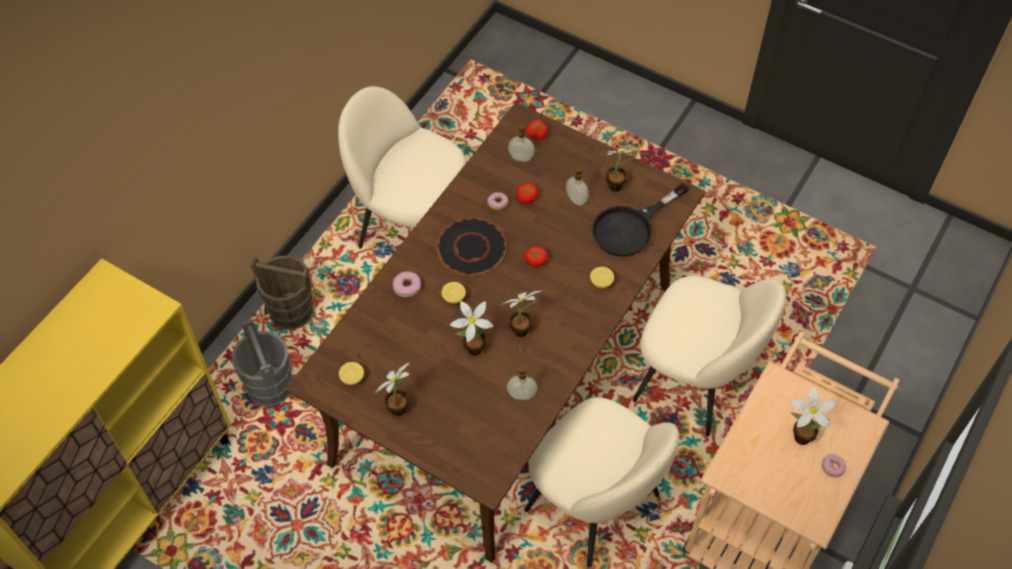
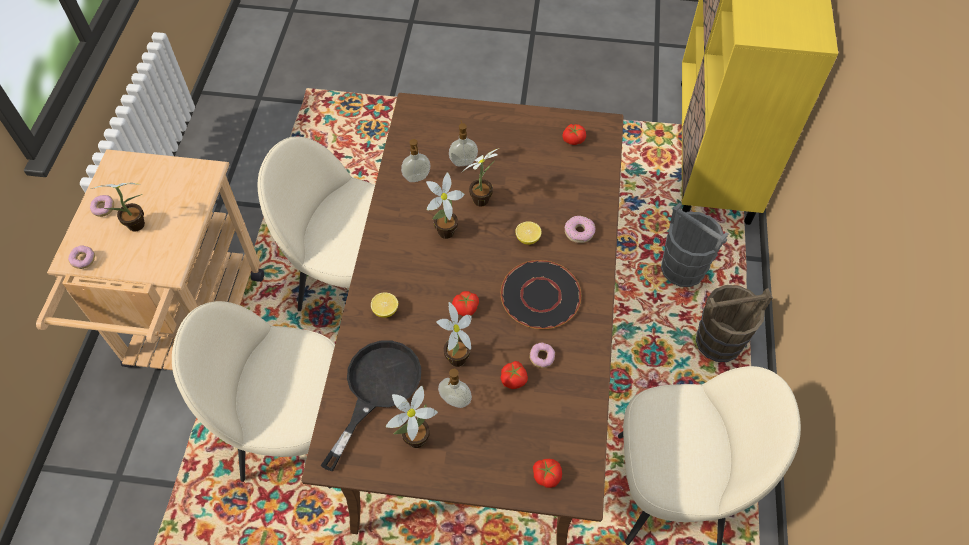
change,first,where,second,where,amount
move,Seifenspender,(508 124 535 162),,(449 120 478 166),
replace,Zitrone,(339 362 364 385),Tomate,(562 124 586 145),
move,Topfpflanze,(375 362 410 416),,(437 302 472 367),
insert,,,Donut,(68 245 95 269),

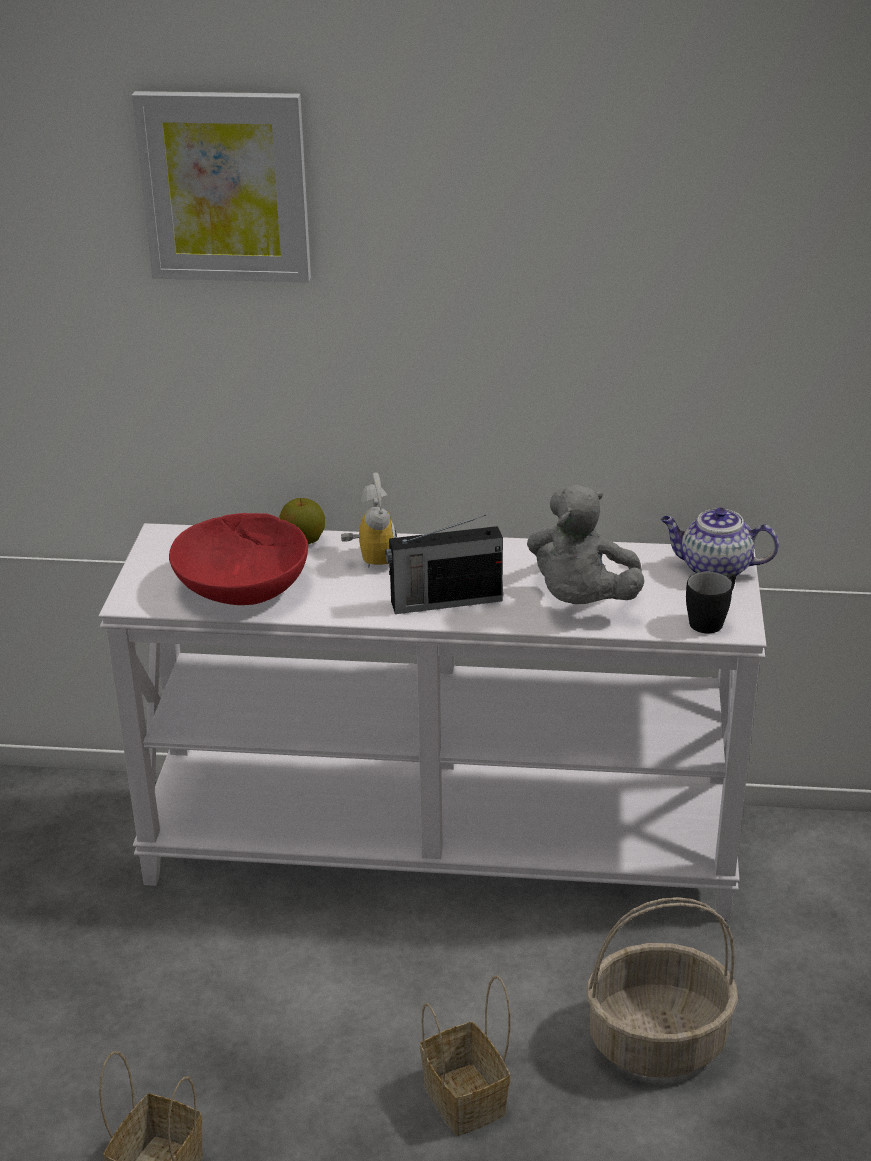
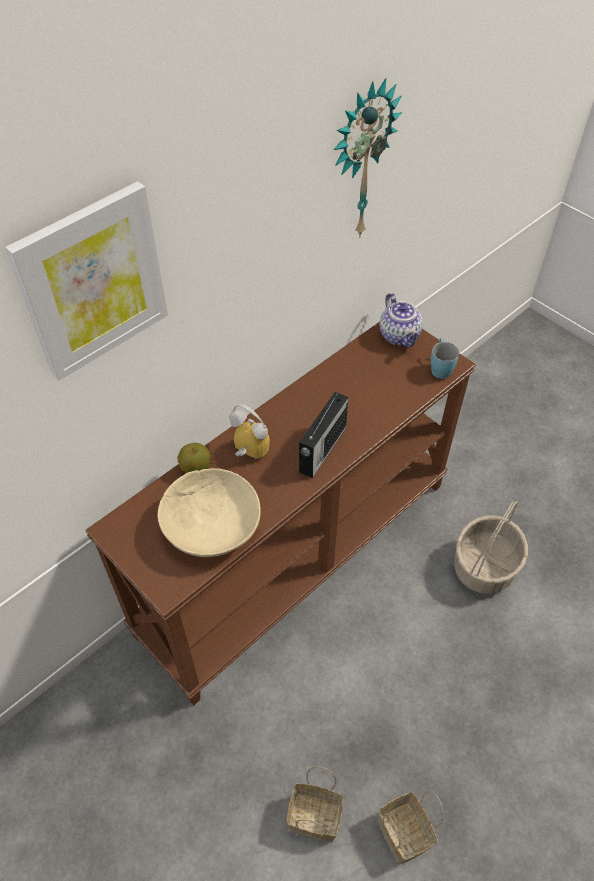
change,first,where,second,where,amount
delete,Plüschtier (grau),(527 484 644 604),,,
rotate,Teekanne,(661 508 779 580),,(379 293 423 347),75 degrees counterclockwise
recolor,Schüssel (rot),(169 513 308 605),Schüssel (beige),(158 468 261 557),
recolor,Konsolentisch (weiß),(99 523 767 920),Konsolentisch (braun),(85 322 476 705),
recolor,Henkelbecher (schwarz),(686 571 736 633),Henkelbecher (blau),(431 338 459 379),
move,Korb,(420 976 510 1136),,(287 766 344 842),
insert,,,Wanduhr,(333 78 402 238),

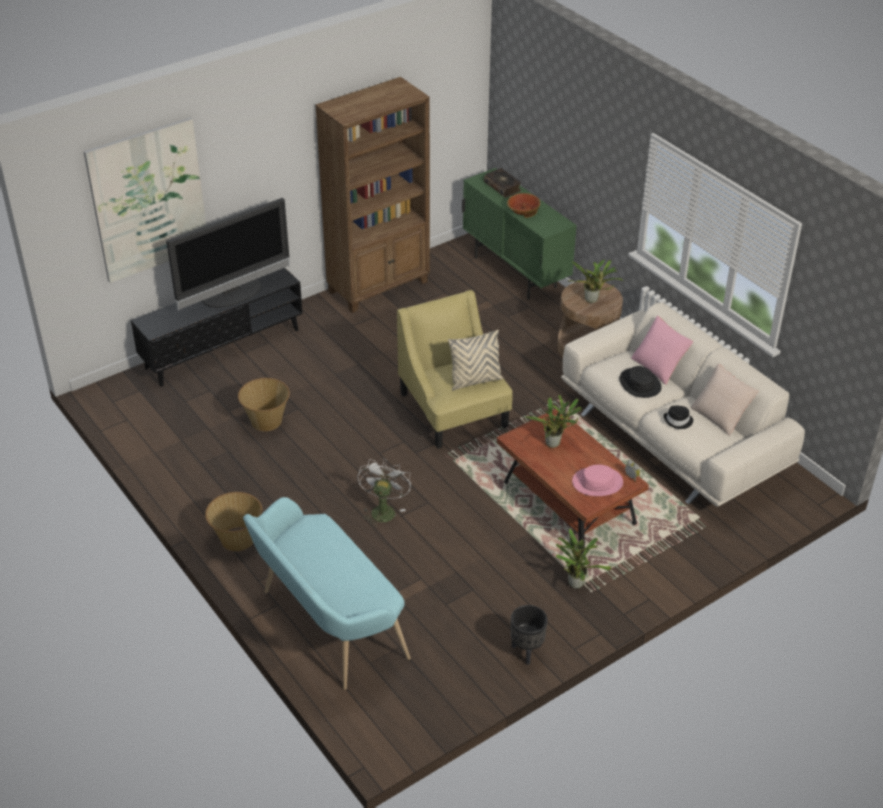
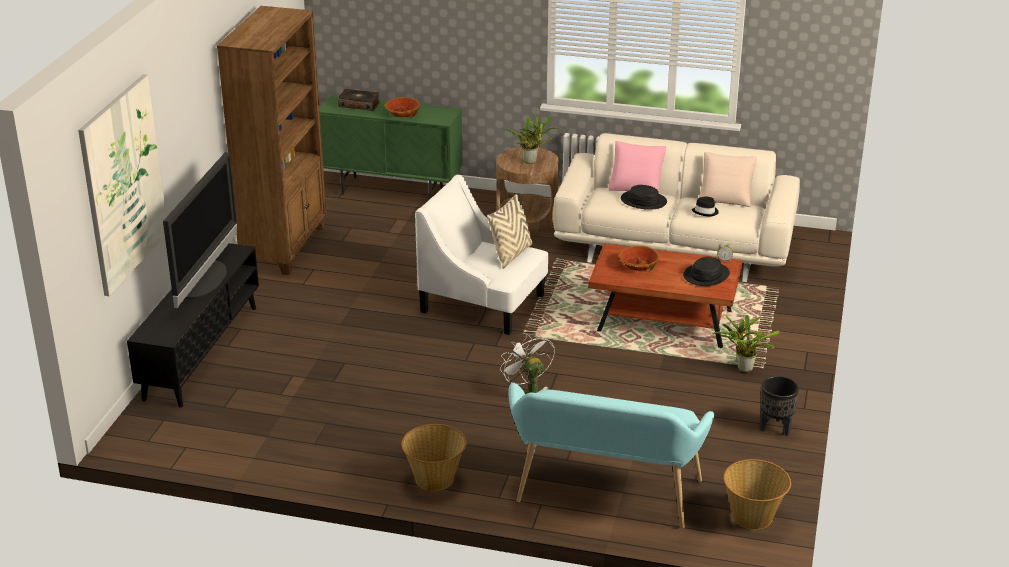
change,first,where,second,where,amount
recolor,Sessel (gelb),(397 290 513 449),Sessel (weiß),(415 175 548 335),
move,Korb,(238 378 290 431),,(723 459 791 530),
replace,Topfpflanze,(525 395 583 448),Schüssel,(619 245 659 272),
recolor,Hut (rosa),(572 465 623 496),Hut (schwarz),(683 257 730 286),

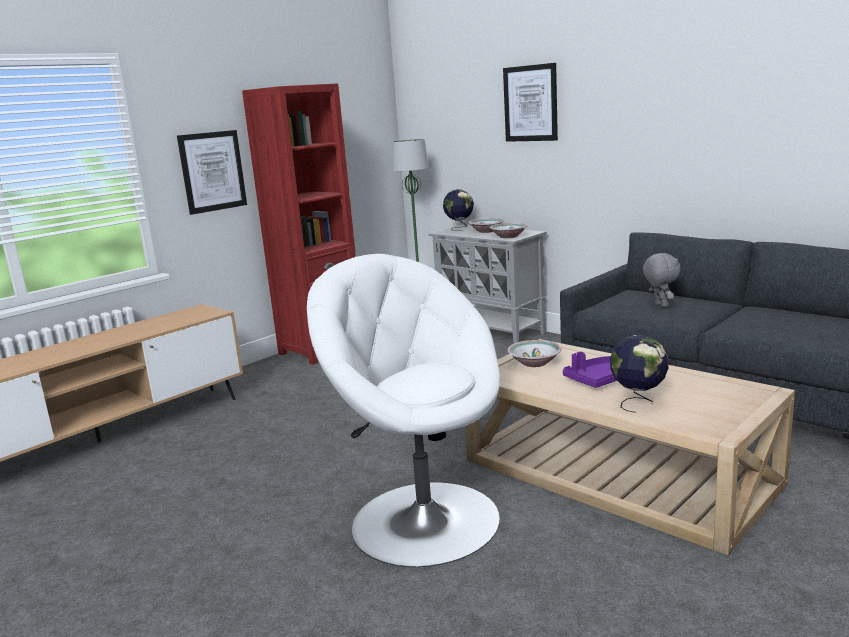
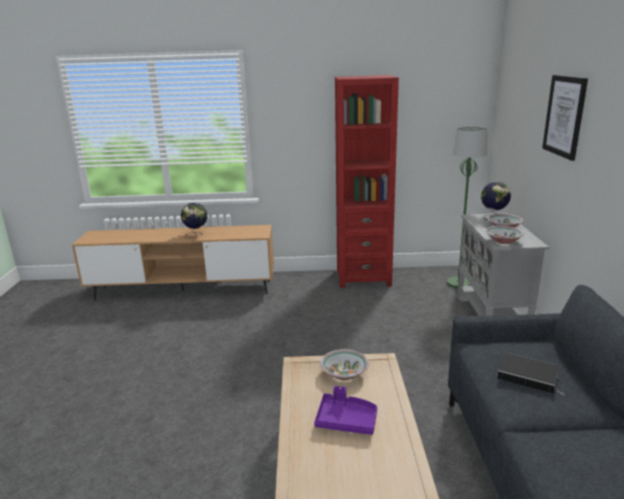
change,first,where,second,where,amount
delete,Bild,(177 130 247 215),,,
replace,Plüschtier (grau),(643 253 680 307),Buch,(497 353 566 396),
delete,Sessel (weiß),(307 254 500 567),,,
move,Globus,(610 335 669 413),,(181 203 207 236),

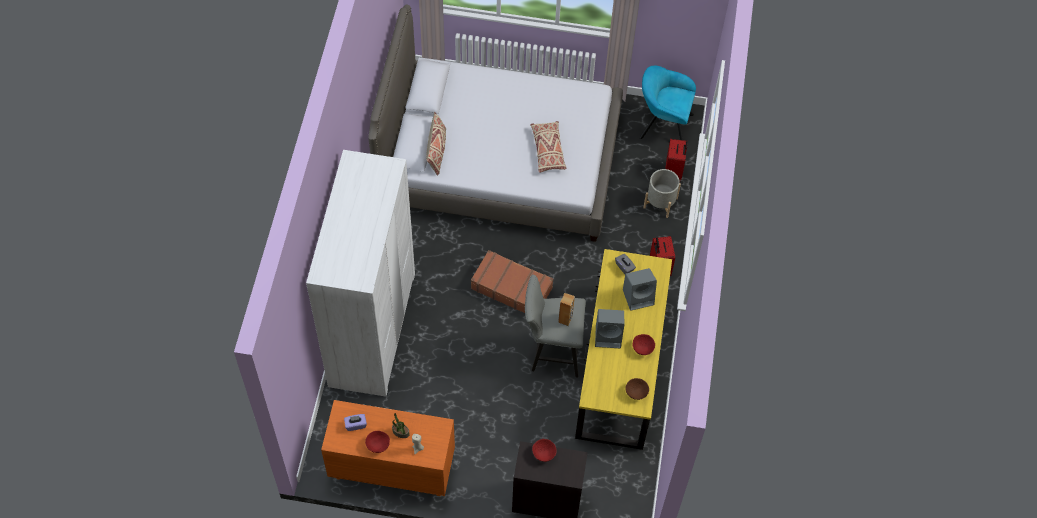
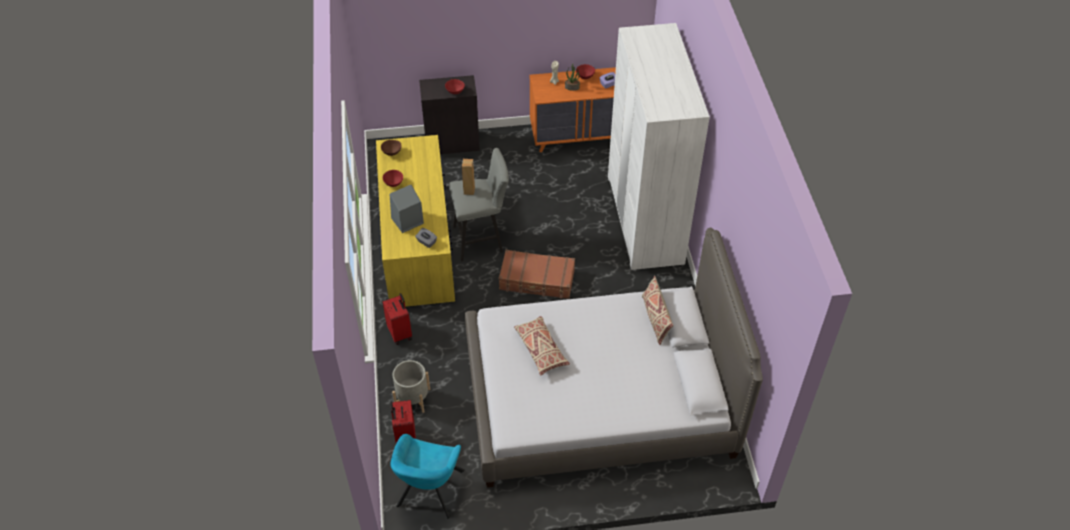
change,first,where,second,where,amount
rotate,Sessel (türkis),(639 66 696 140),,(390 434 465 519),105 degrees clockwise
delete,Lautsprecher (grau),(595 309 624 348),,,

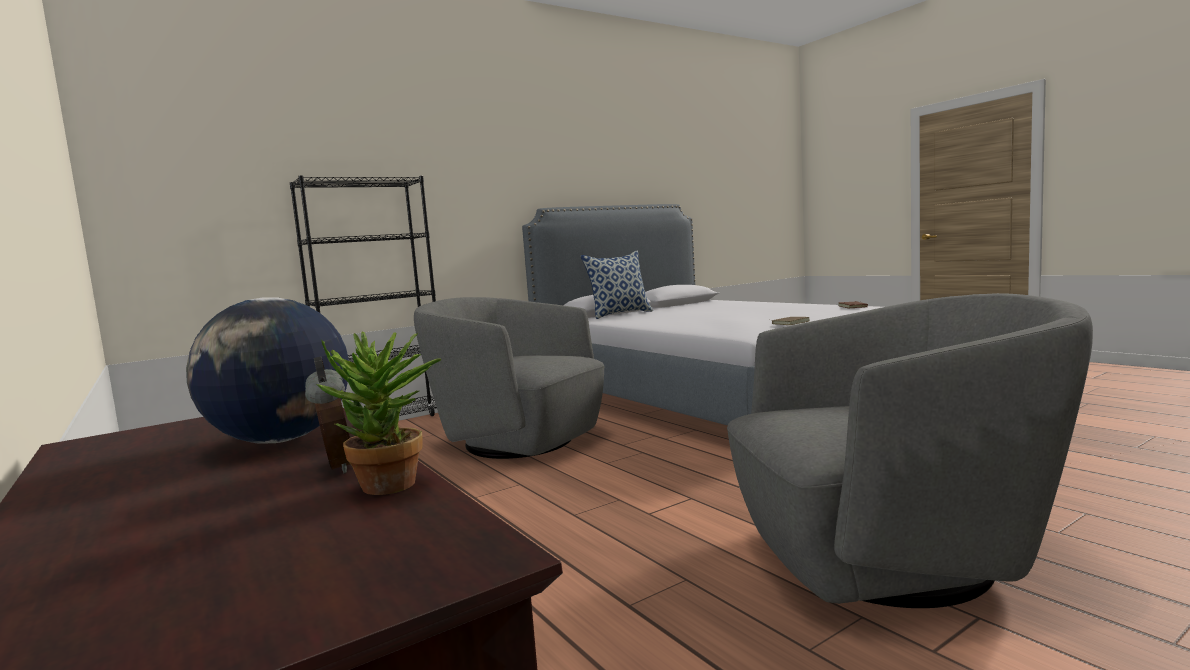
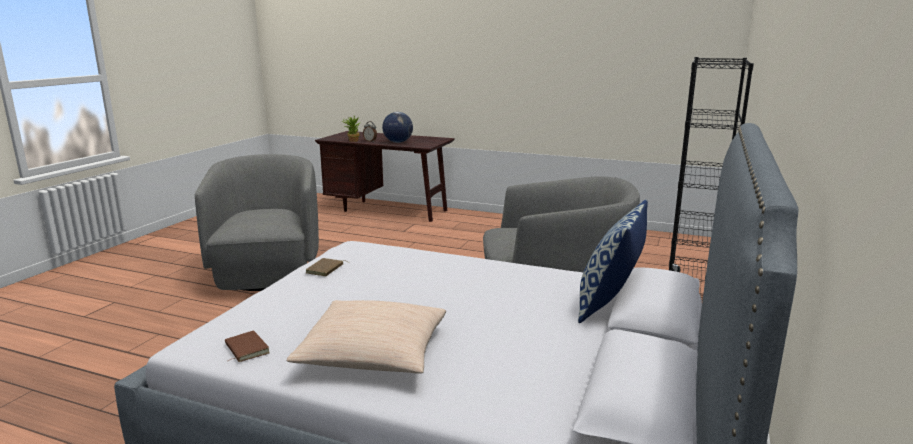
change,first,where,second,where,amount
rotate,Sessel (grau),(727 293 1093 608),,(195 154 319 291),120 degrees clockwise
insert,,,Kissen (beige),(286 300 446 374),

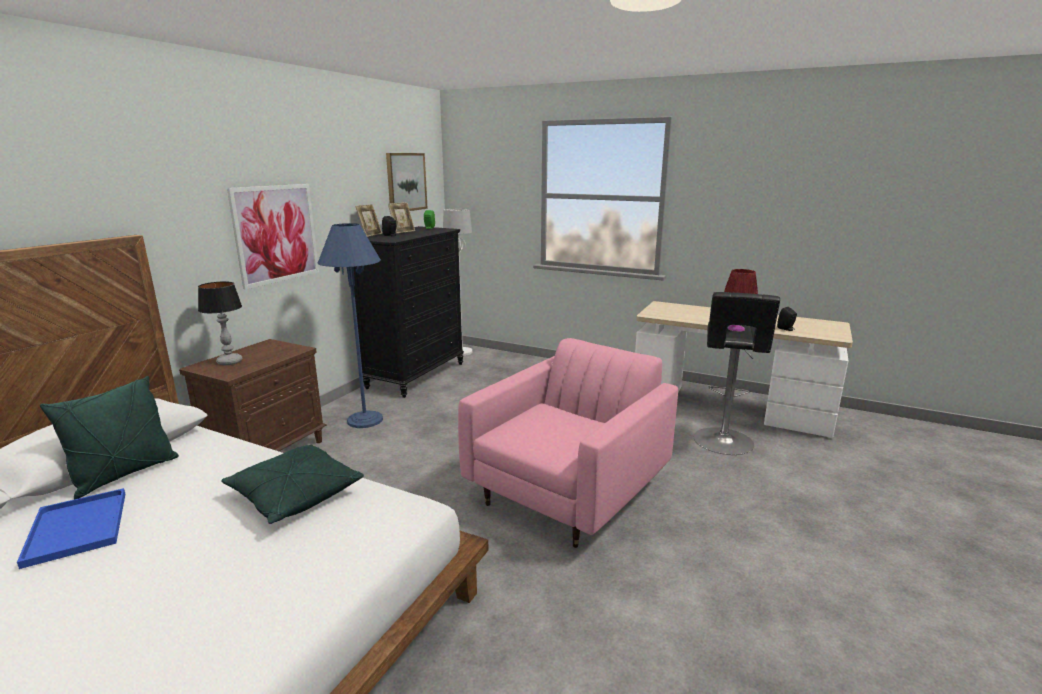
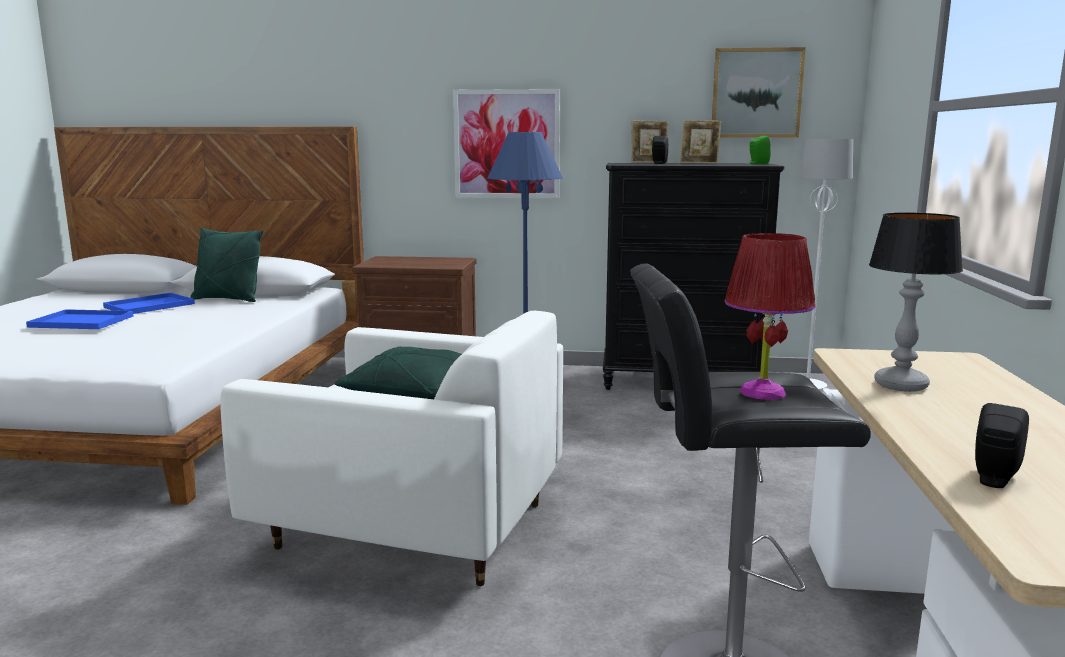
change,first,where,second,where,amount
move,Tischlampe,(198 281 242 365),,(869 213 963 392),
recolor,Sessel (rosa),(458 338 678 548),Sessel (weiß),(220 311 563 586),
move,Kissen (grün),(221 444 364 524),,(334 346 462 399),
insert,,,Tablett (blau),(26 309 134 329),

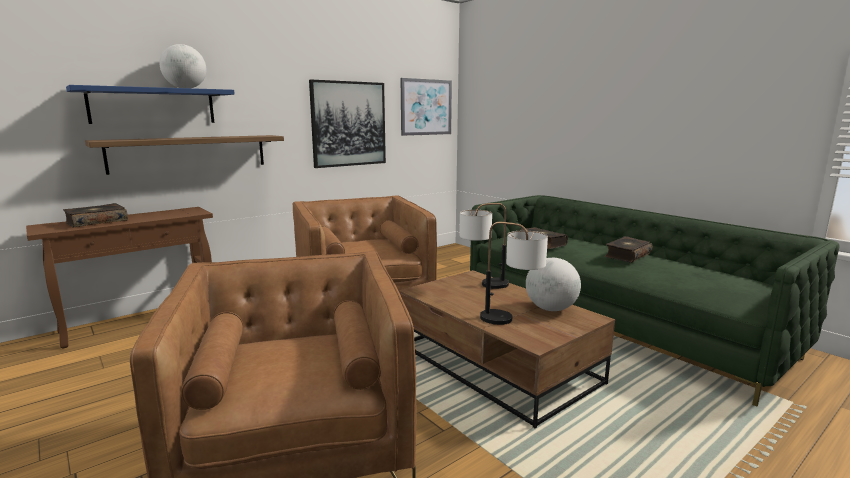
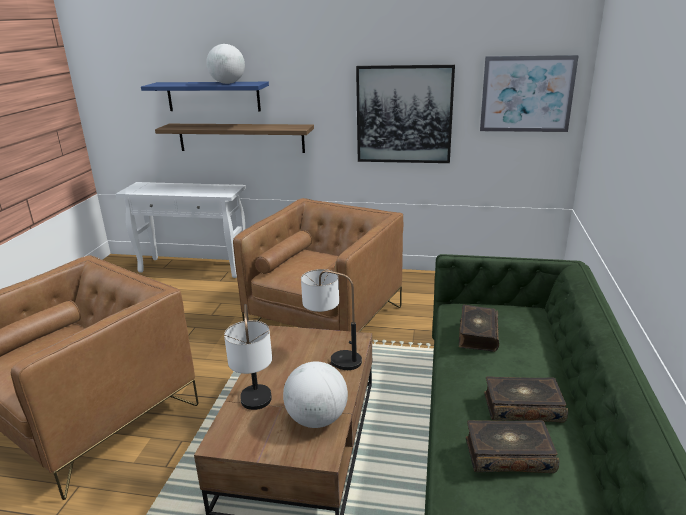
change,first,where,second,where,amount
move,Buch,(63 203 128 227),,(466 420 559 473),
recolor,Konsolentisch (braun),(26 207 213 348),Konsolentisch (weiß),(116 182 246 278),

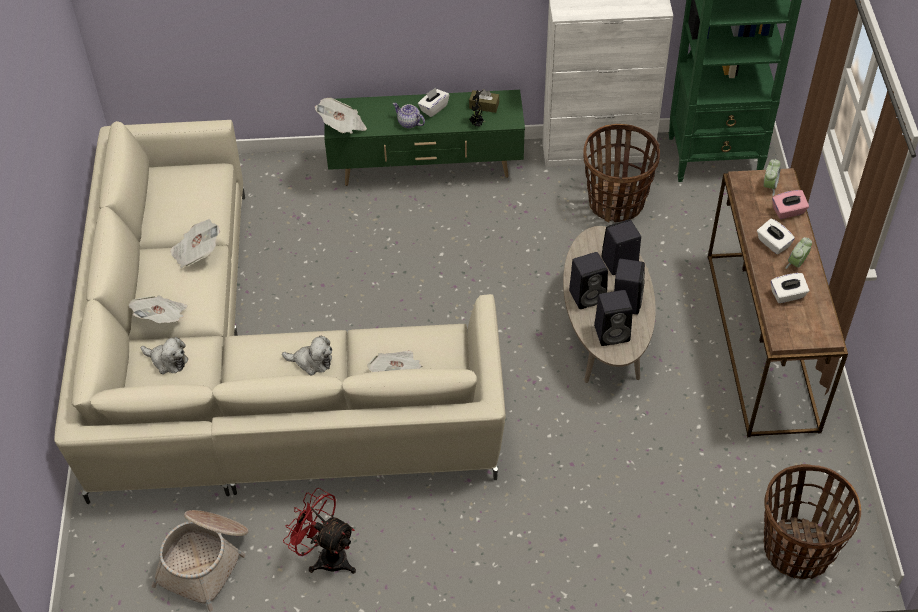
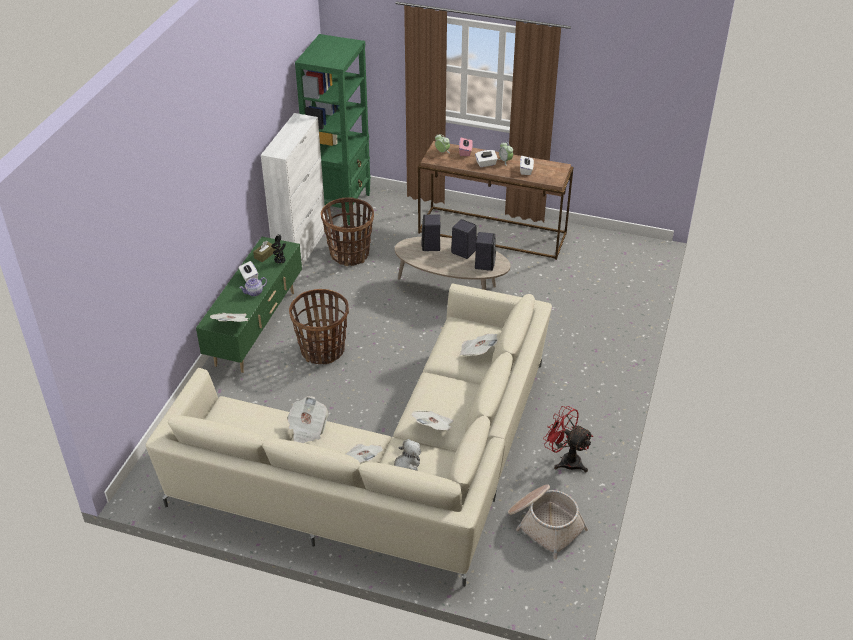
change,first,where,second,where,amount
delete,Lautsprecher (schwarz),(569 252 608 309),,,
delete,Plüschtier,(282 336 332 375),,,
move,Korb,(763 464 861 579),,(289 289 349 364),
rotate,Ventilator (rot),(283 488 356 574),,(543 406 593 472),75 degrees clockwise
insert,,,Zeitung,(411 410 454 431),

